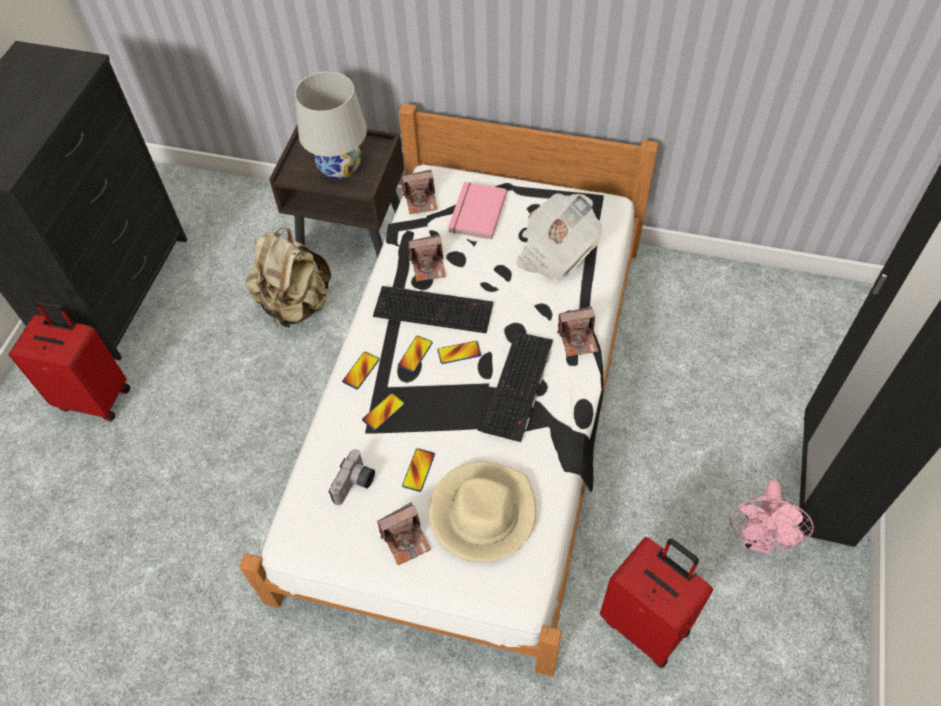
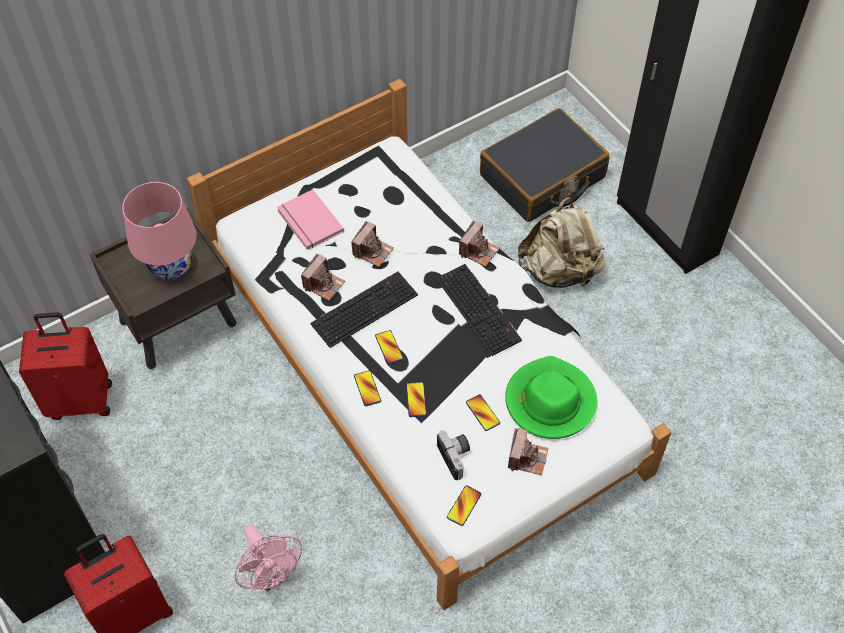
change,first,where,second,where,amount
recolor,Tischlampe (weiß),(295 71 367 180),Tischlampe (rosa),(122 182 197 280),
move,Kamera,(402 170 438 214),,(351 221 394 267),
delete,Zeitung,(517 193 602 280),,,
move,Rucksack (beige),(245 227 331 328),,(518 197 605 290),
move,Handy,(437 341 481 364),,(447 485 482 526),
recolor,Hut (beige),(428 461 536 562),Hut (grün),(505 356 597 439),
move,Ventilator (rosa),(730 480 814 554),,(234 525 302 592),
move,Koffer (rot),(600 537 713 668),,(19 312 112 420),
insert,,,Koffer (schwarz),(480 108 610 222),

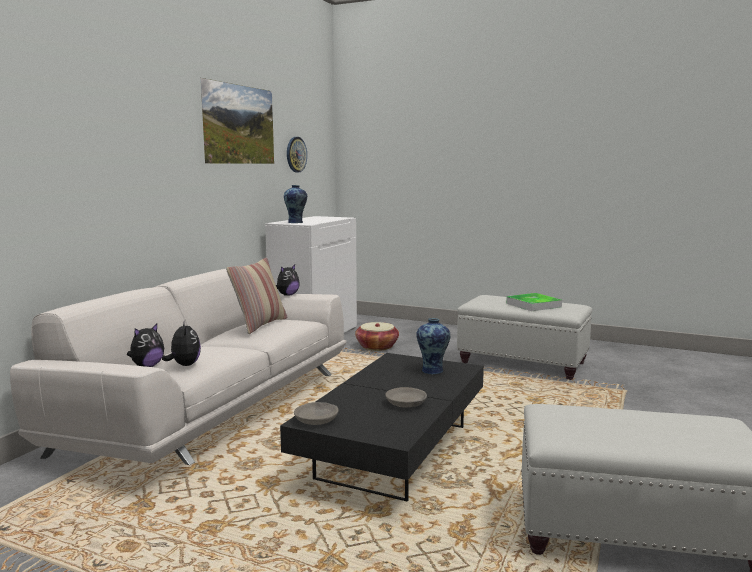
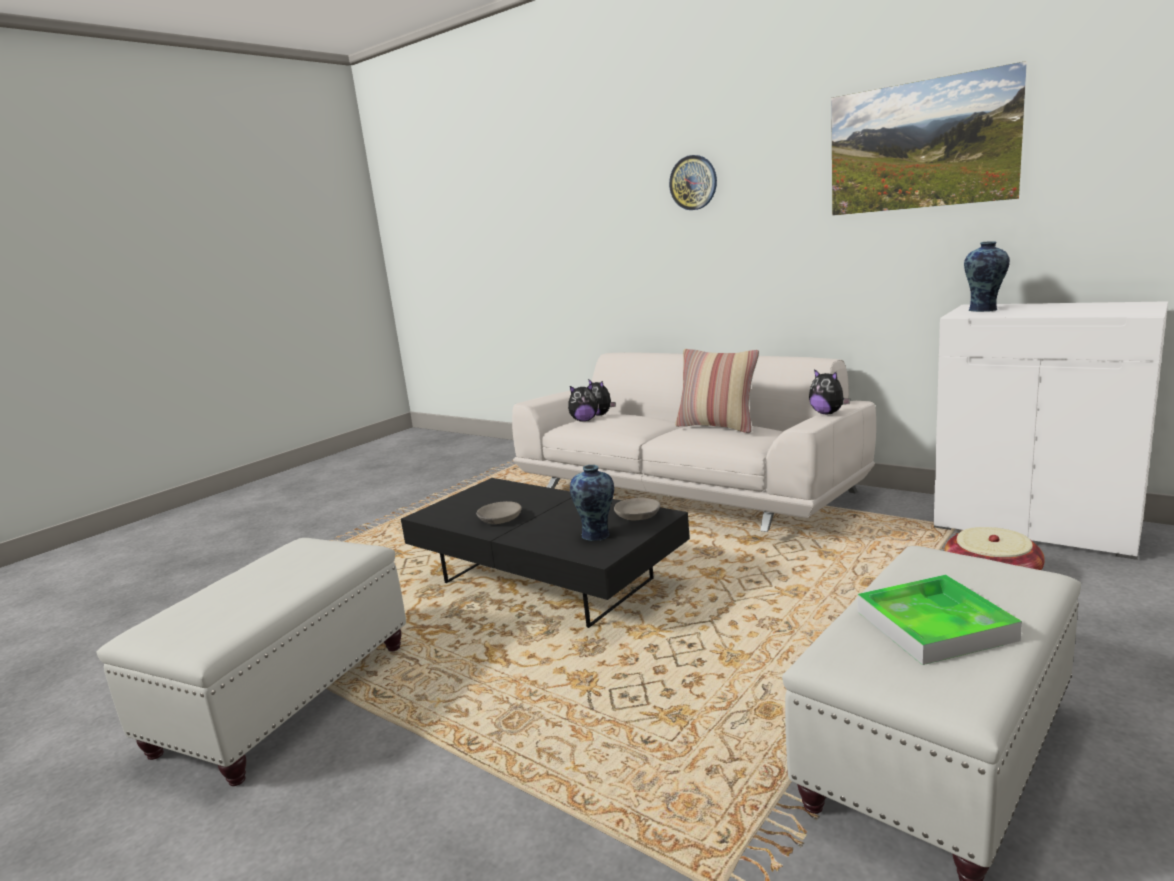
change,first,where,second,where,amount
move,Wanduhr,(287 137 307 172),,(669 155 717 210),
move,Schüssel (grau),(294 402 339 425),,(614 497 660 521),

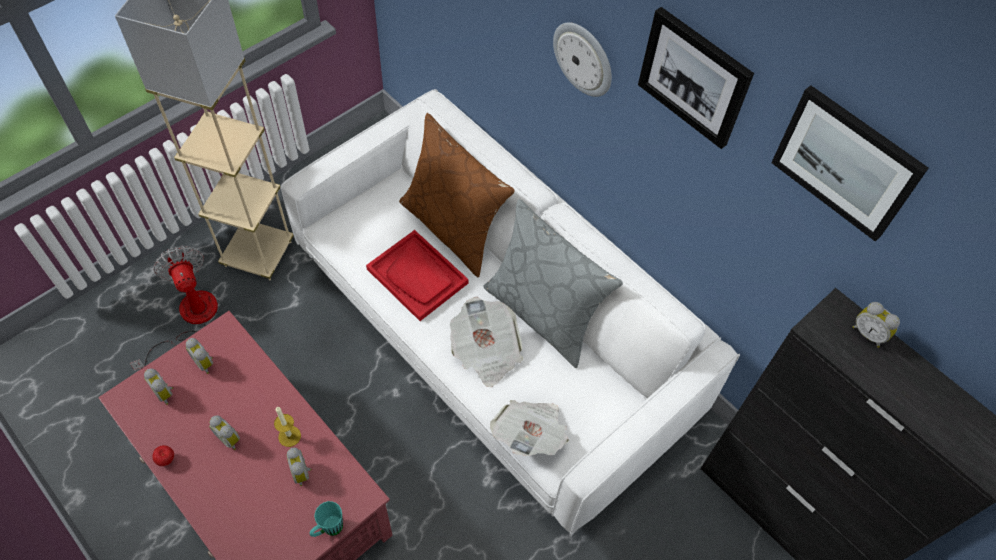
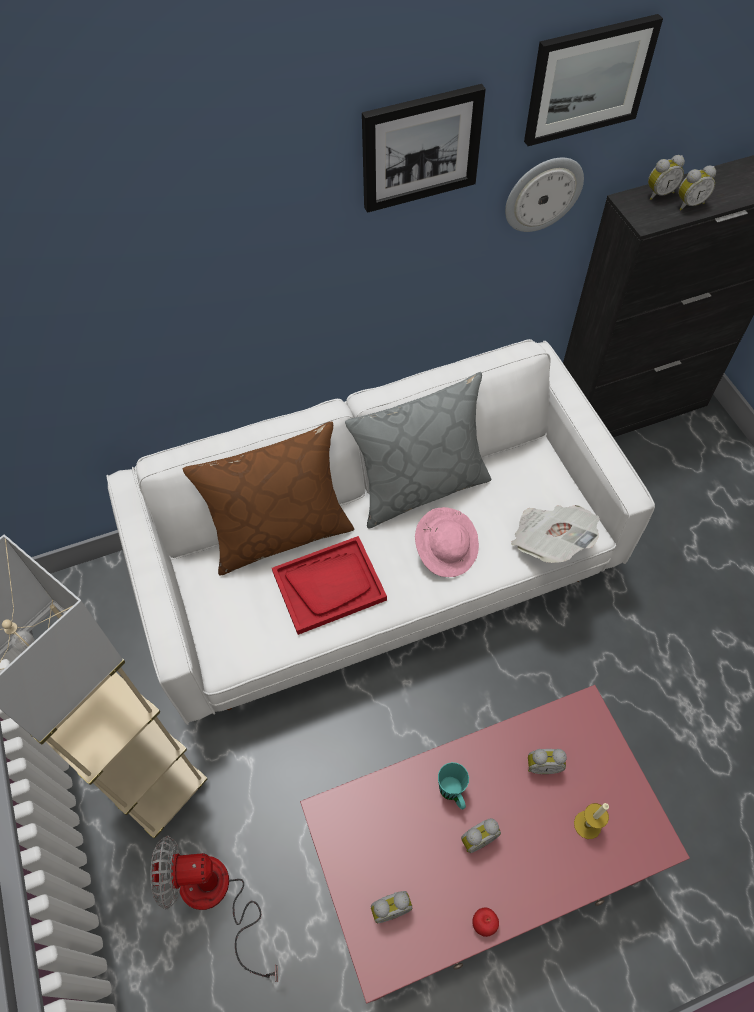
change,first,where,second,where,amount
move,Wanduhr,(553 22 612 97),,(505 157 584 232),
replace,Zeitung,(450 297 523 387),Hut (rosa),(415 507 479 577),
move,Wecker,(186 338 213 374),,(678 166 716 210),
move,Kerze,(274 407 301 447),,(574 803 609 839),
move,Henkelbecher (türkis),(310 501 343 537),,(438 762 469 809),

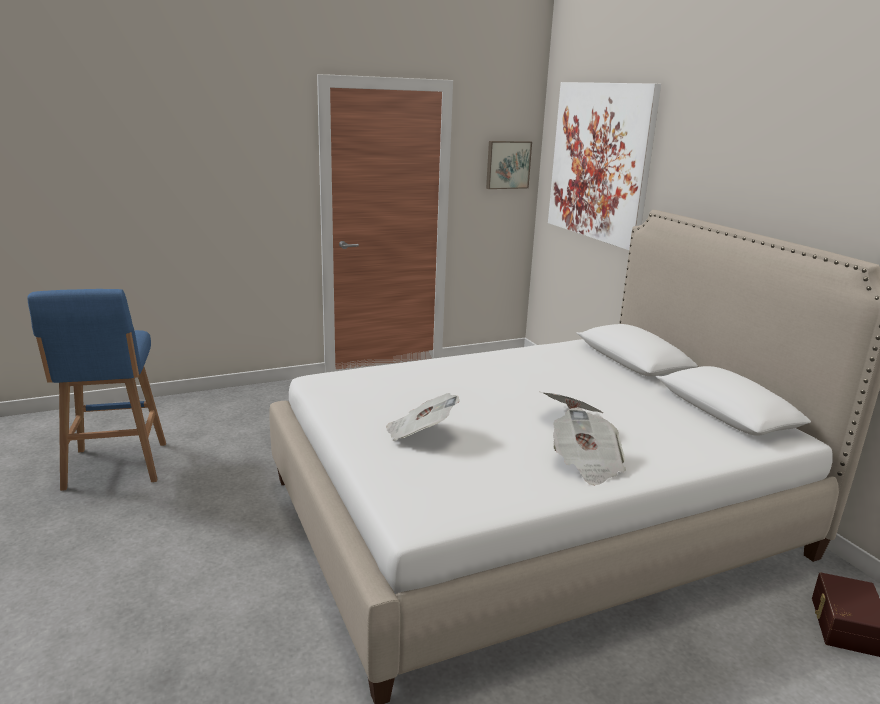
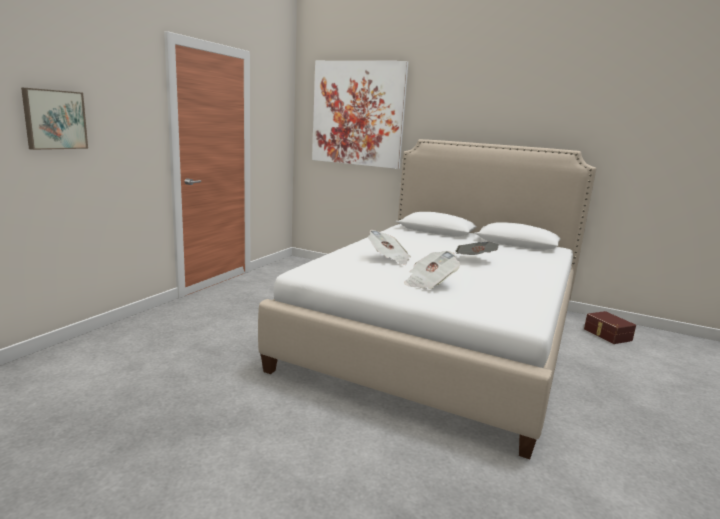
change,first,where,second,where,amount
move,Bild,(486 141 532 189),,(21 88 88 150),
delete,Hocker (blau),(28 289 166 491),,,
move,Zeitung,(553 408 626 486),,(368 230 411 265),

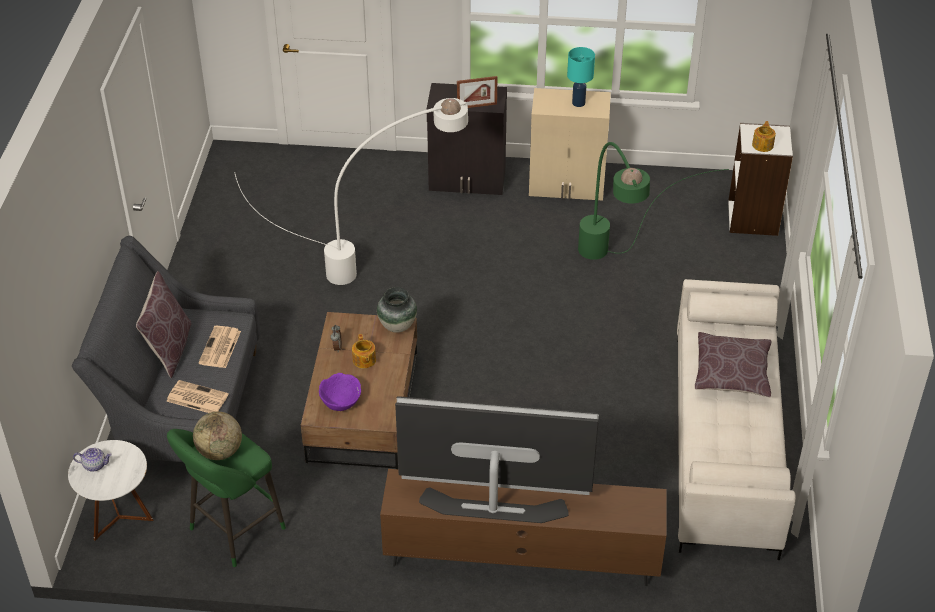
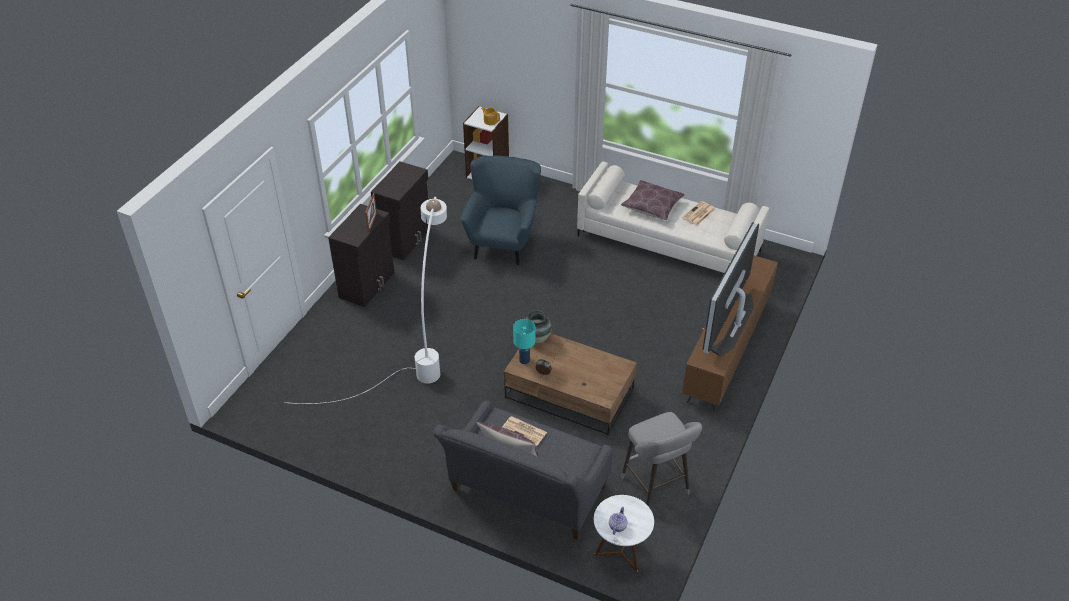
change,first,where,second,where,amount
move,Tischlampe (türkis),(567 47 595 107),,(513 319 535 364),
recolor,Schrank (beige),(529 88 611 201),Schrank (schwarz),(371 161 431 260),
replace,Stehlampe (grün),(578 142 729 260),Sessel (blau),(461 156 541 265),
delete,Teekanne,(352 334 376 369),,,
delete,Schüssel (lila),(319 373 361 411),,,
move,Zeitung,(166 380 229 413),,(683 201 715 225),
delete,Globus,(193 411 242 460),,,
recolor,Hocker (grün),(167 429 286 567),Hocker (grau),(621 412 702 507),

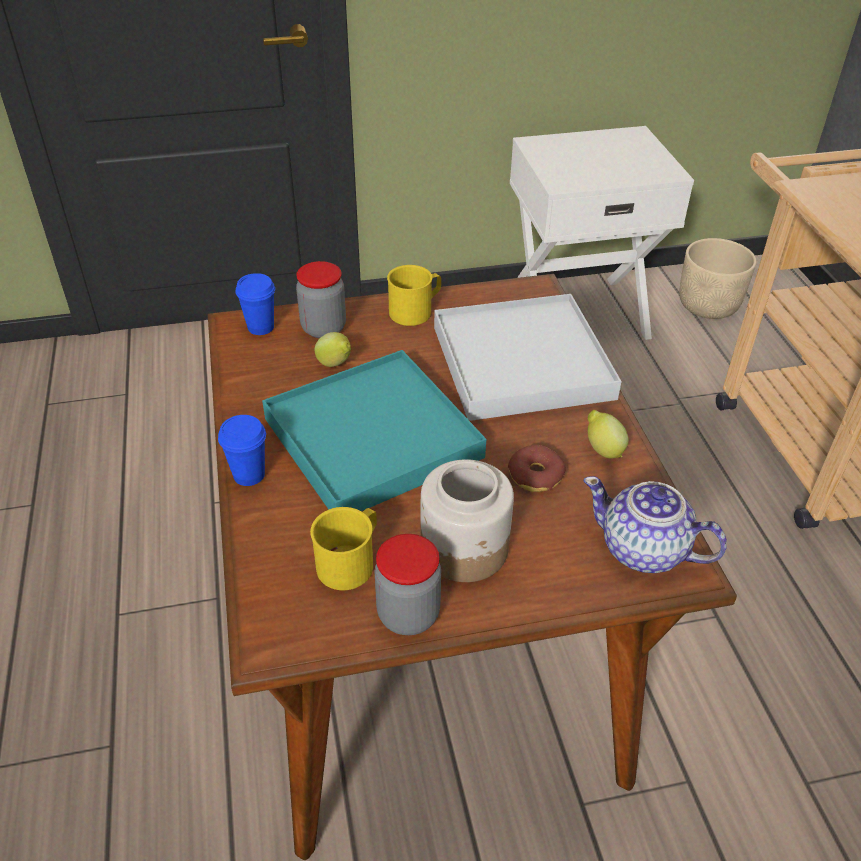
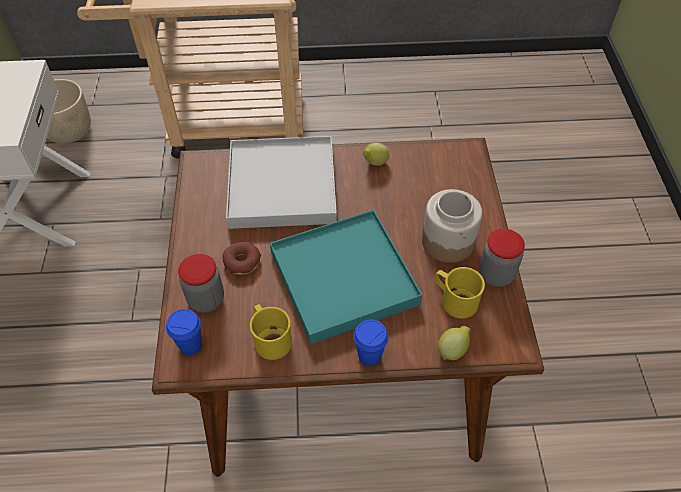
change,first,where,second,where,amount
move,Henkelbecher (gelb),(387 265 441 326),,(250 304 292 360),
move,Zitrone,(314 332 351 367),,(438 326 470 360),
move,Donut,(508 444 566 492),,(222 241 261 275),
delete,Teekanne,(583 476 727 573),,,

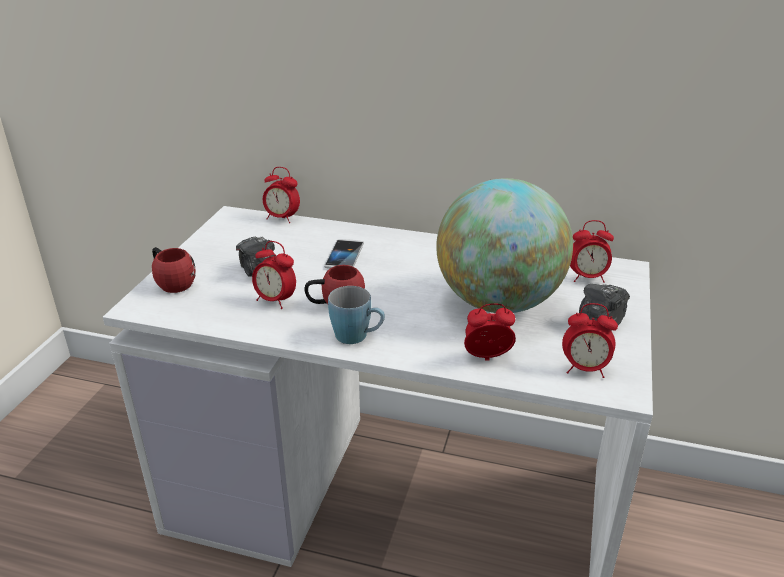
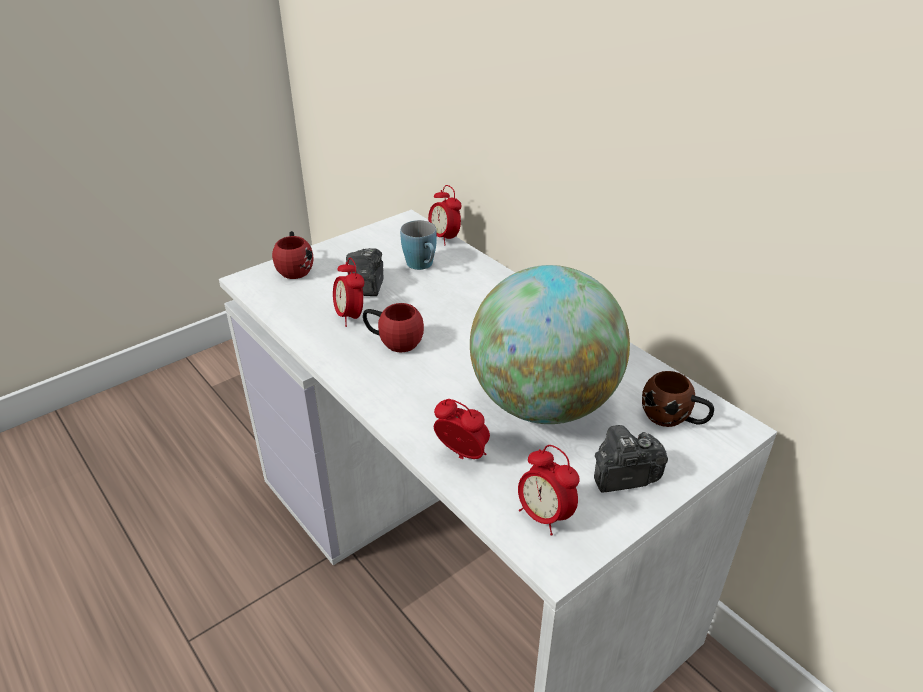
change,first,where,second,where,amount
replace,Wecker,(570 220 614 283),Henkelbecher (braun),(642 371 714 427),
delete,Handy,(324 239 364 269),,,
move,Henkelbecher (blau),(328 286 385 344),,(400 220 437 270),

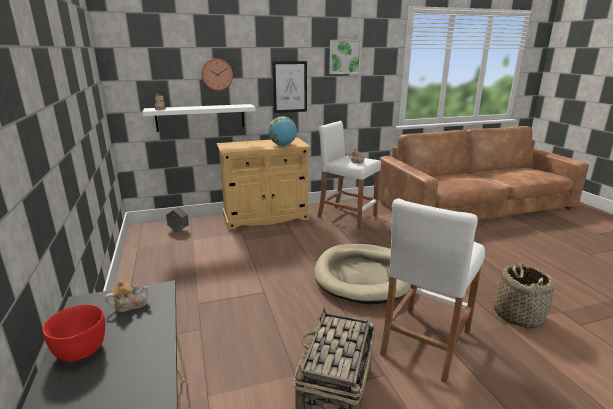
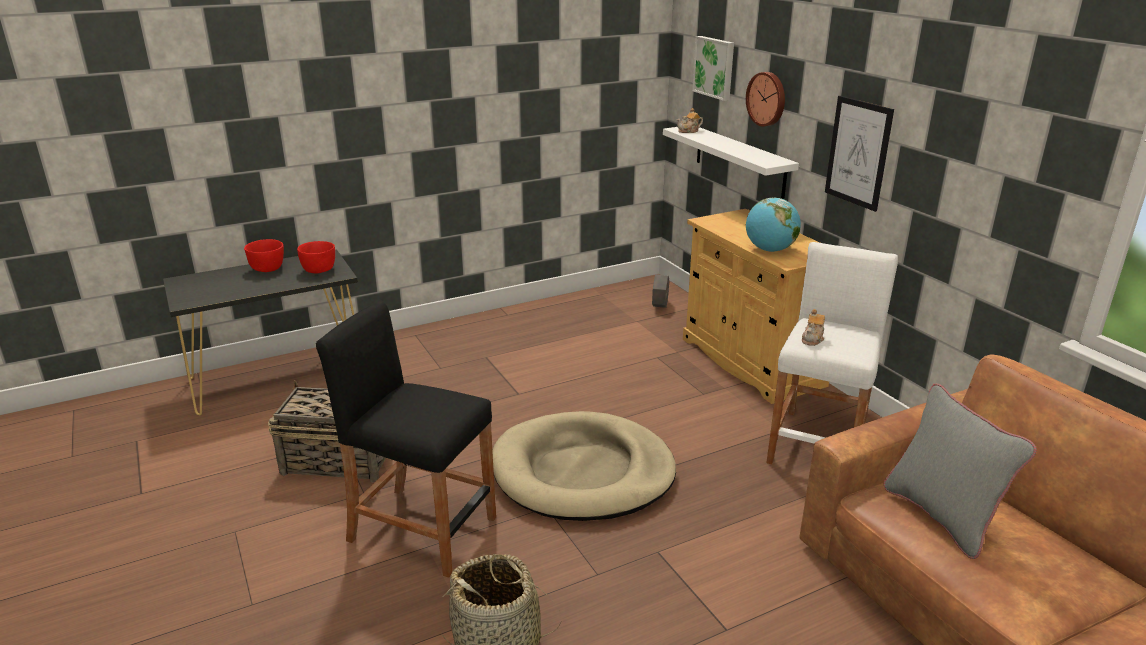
change,first,where,second,where,amount
move,Bild,(329 40 361 74),,(692 36 734 101),
recolor,Hocker (weiß),(380 198 485 383),Hocker (schwarz),(316 300 496 578),
replace,Teekanne,(105 280 149 312),Schüssel (rot),(297 241 335 274),
insert,,,Kissen (grau),(884 383 1037 559),

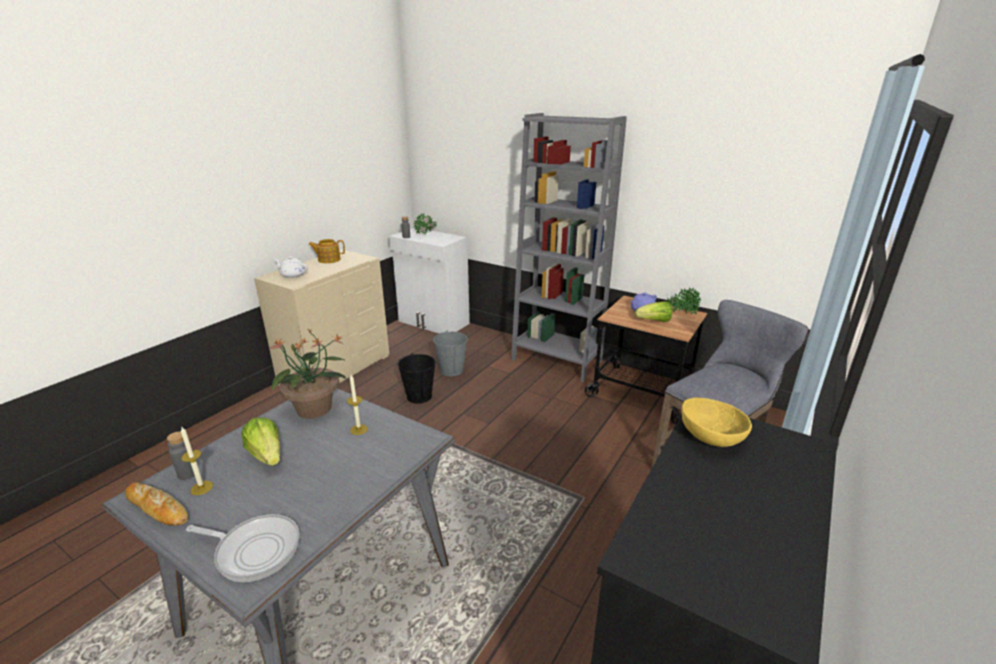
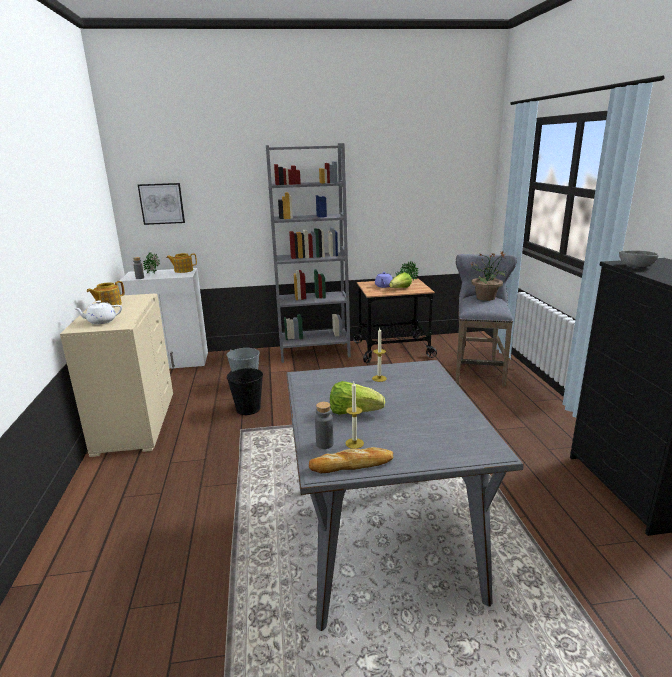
change,first,where,second,where,amount
move,Topfpflanze,(270 330 346 419),,(470 251 506 301),
recolor,Schüssel (gelb),(682 398 752 447),Schüssel (grau),(619 250 659 267),
delete,Pfanne,(186 514 300 582),,,
insert,,,Bild,(138 183 185 225),
insert,,,Teekanne,(166 253 197 273),

